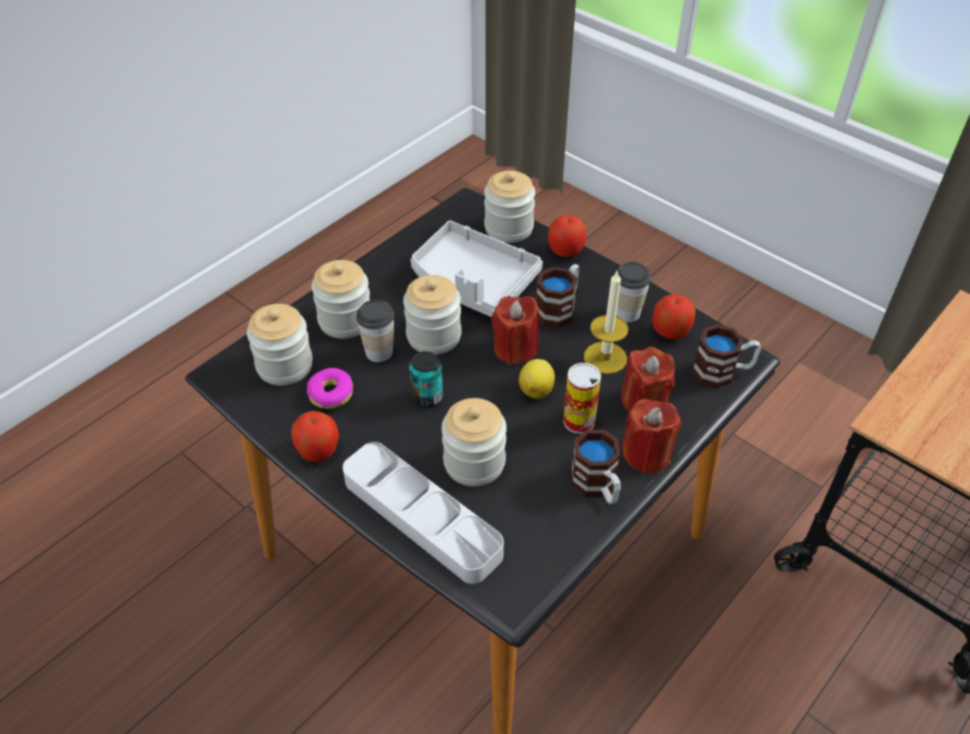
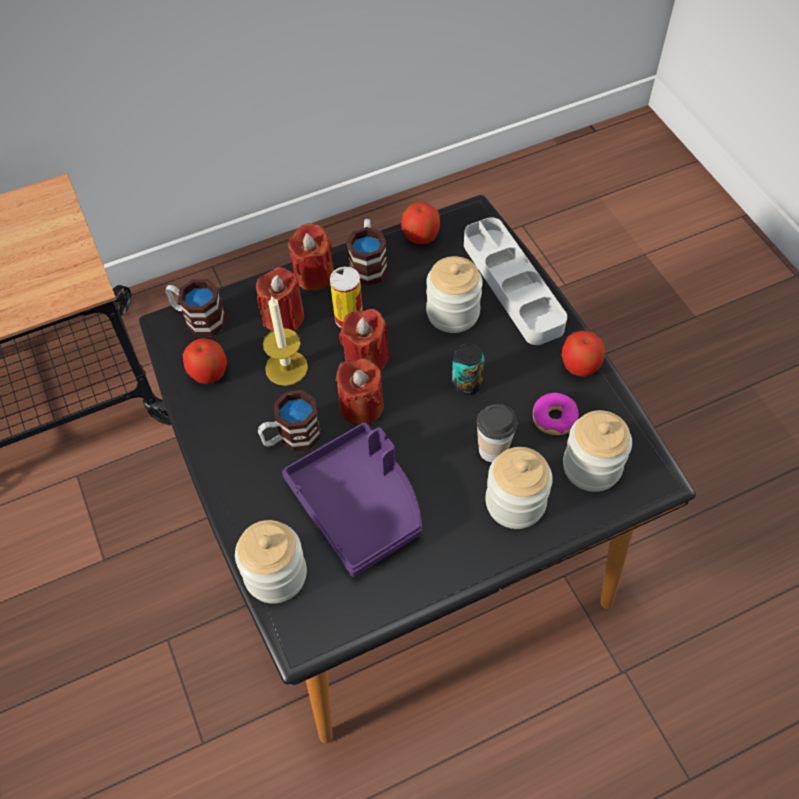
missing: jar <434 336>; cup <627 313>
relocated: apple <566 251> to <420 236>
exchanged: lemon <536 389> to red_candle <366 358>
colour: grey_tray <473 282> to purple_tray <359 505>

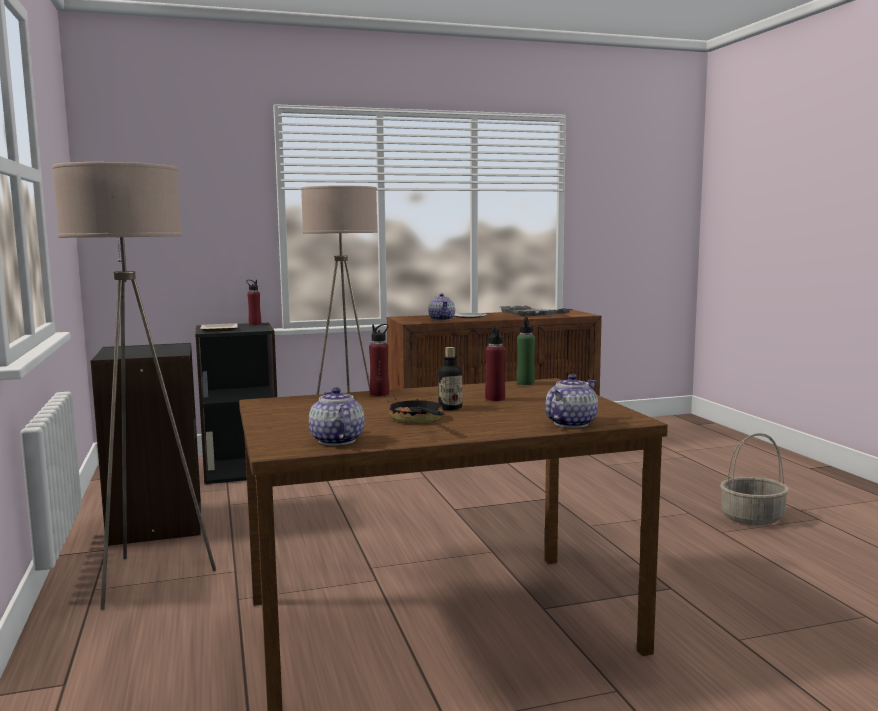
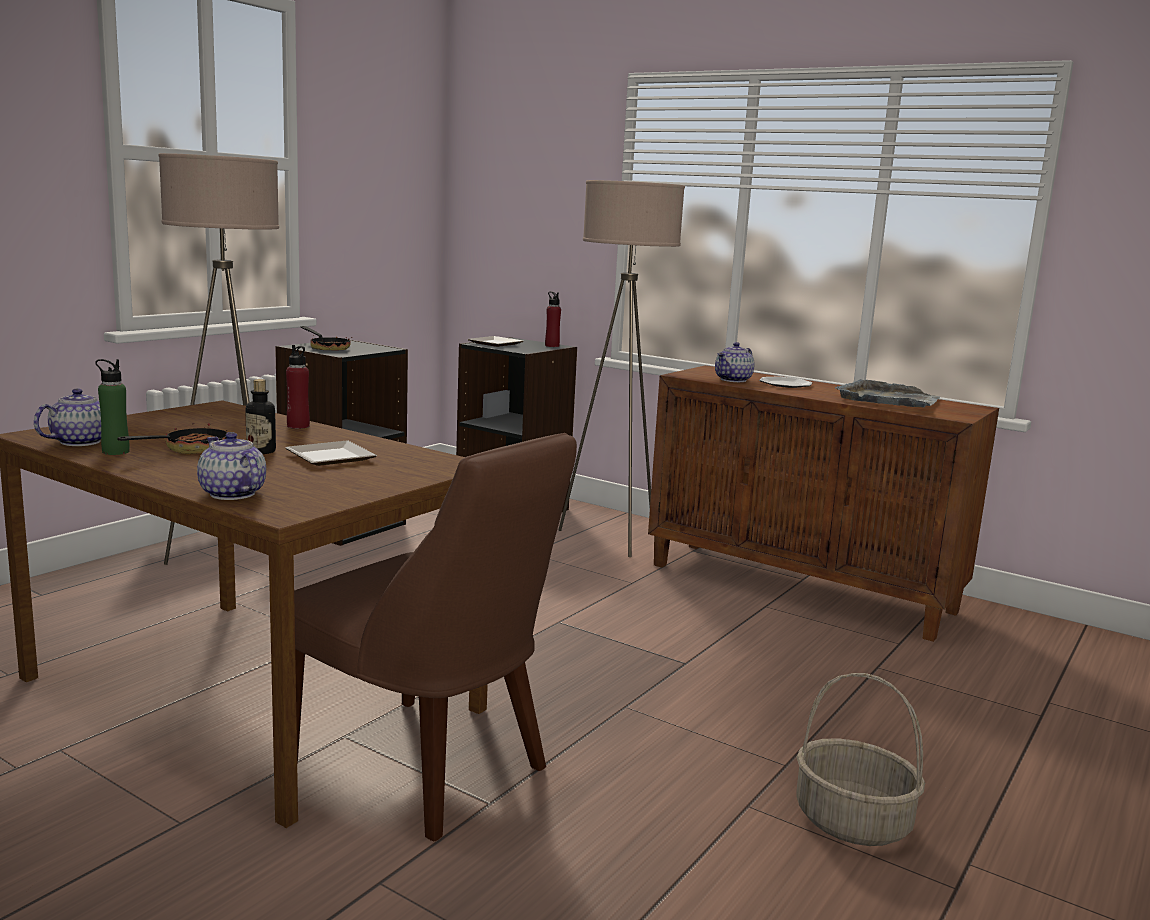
appeared: brown_chair <426 769>; frying_pan <327 348>
relocated: green_bottle <525 383> to <115 451>
exchanged: red_bottle <495 399> to plate <329 458>
spun: teapot <570 423> = <232 494> 135 degrees counterclockwise

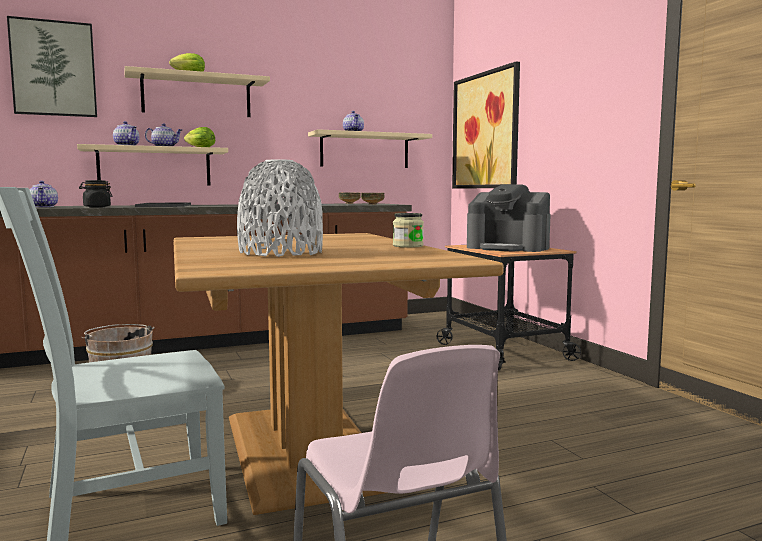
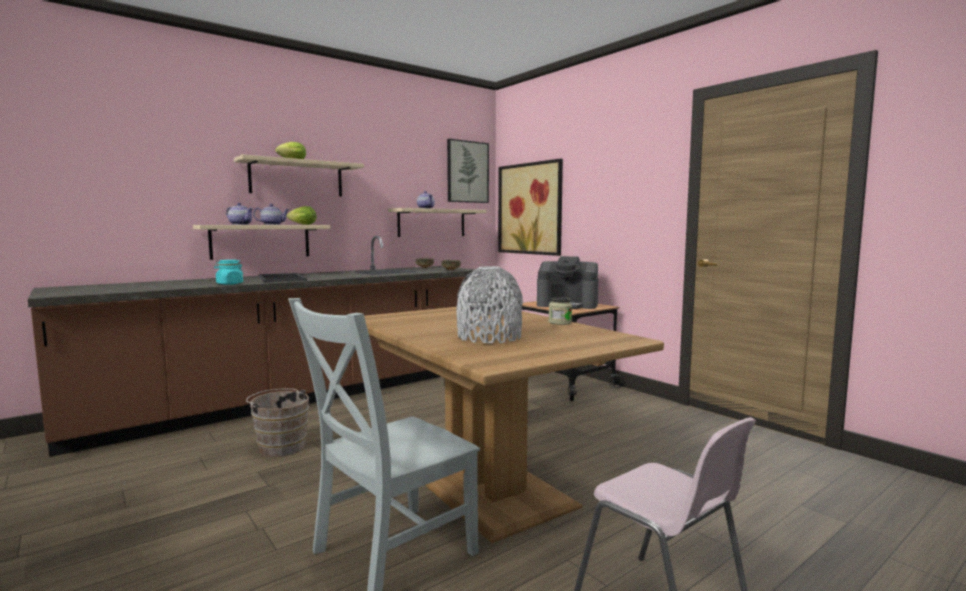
missing: teapot <44 207>
relocated: picture <54 68> to <467 172>
colour: black_jar <96 207> to turquoise_jar <229 284>

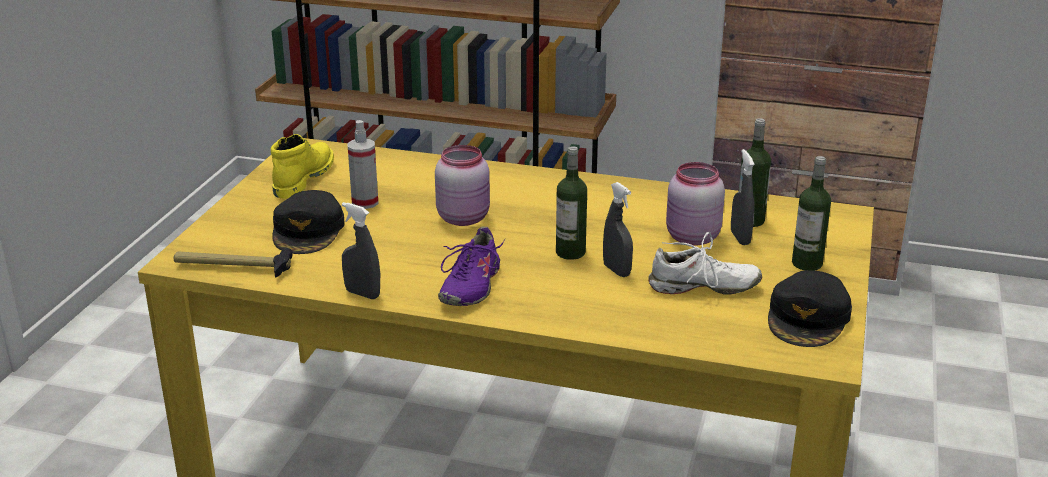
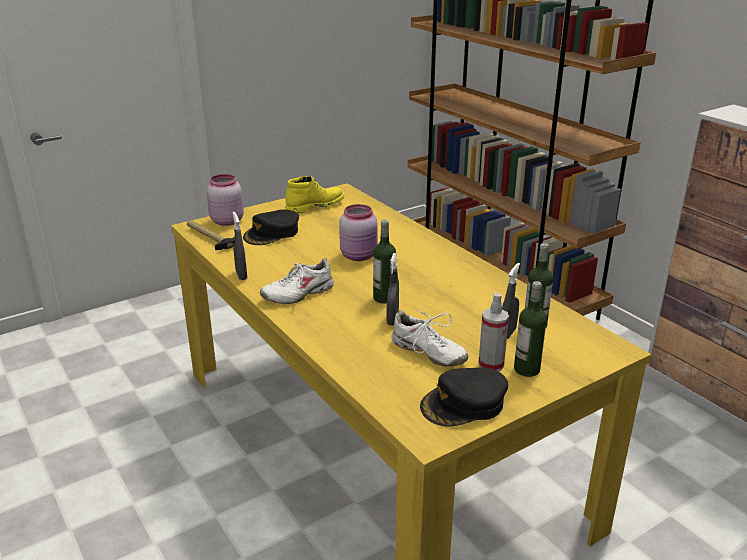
relocated: spray_bottle <365 202> to <491 365>; pink_jar <691 238> to <226 221>
colour: purple_shoe <470 286> to white_shoe <298 293>

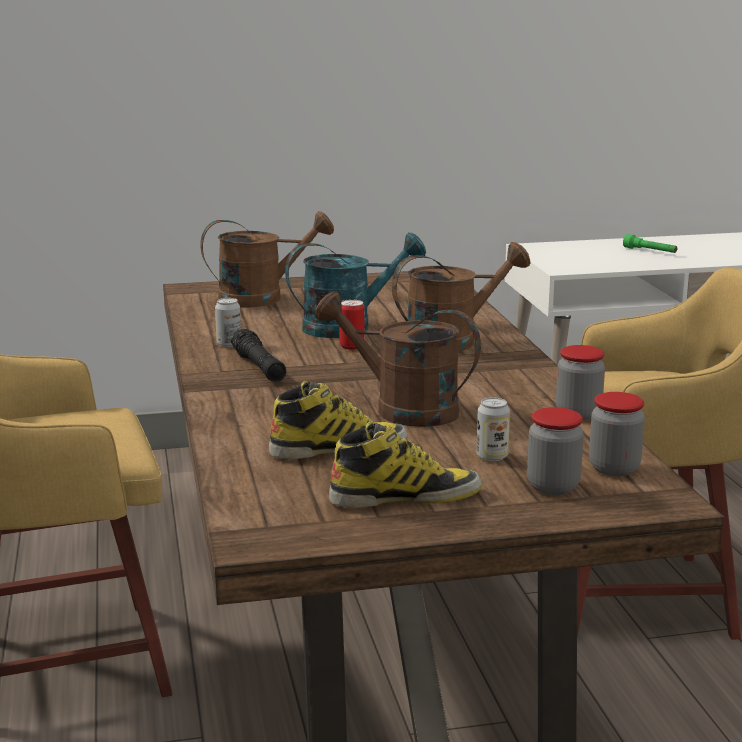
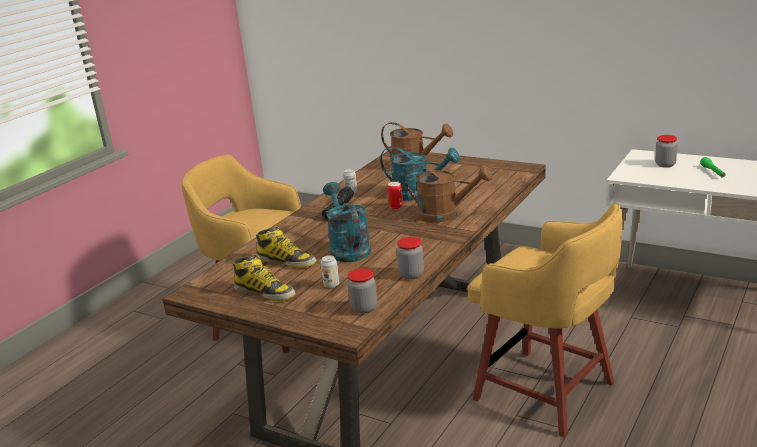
relocated: jar <553 486> to <665 164>
colour: brown_watering_can <402 409> to turquoise_watering_can <347 248>

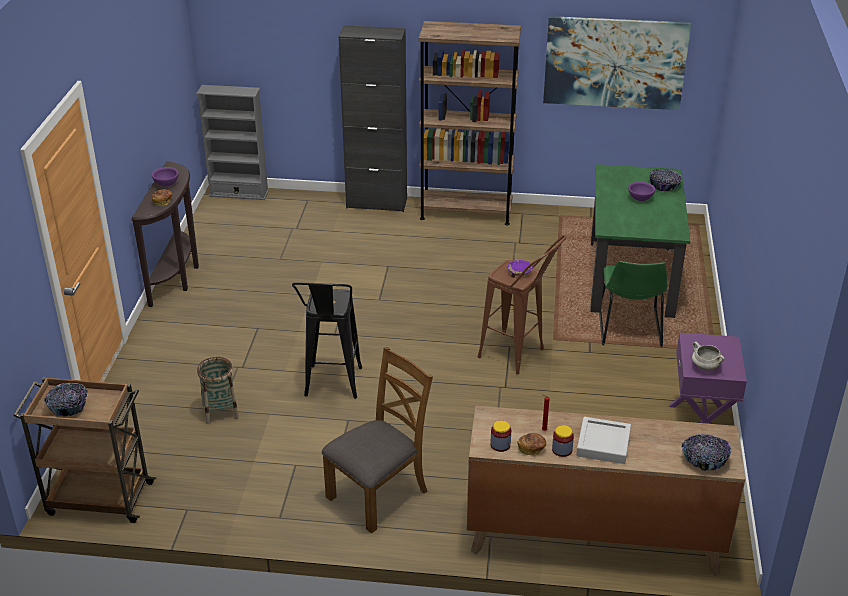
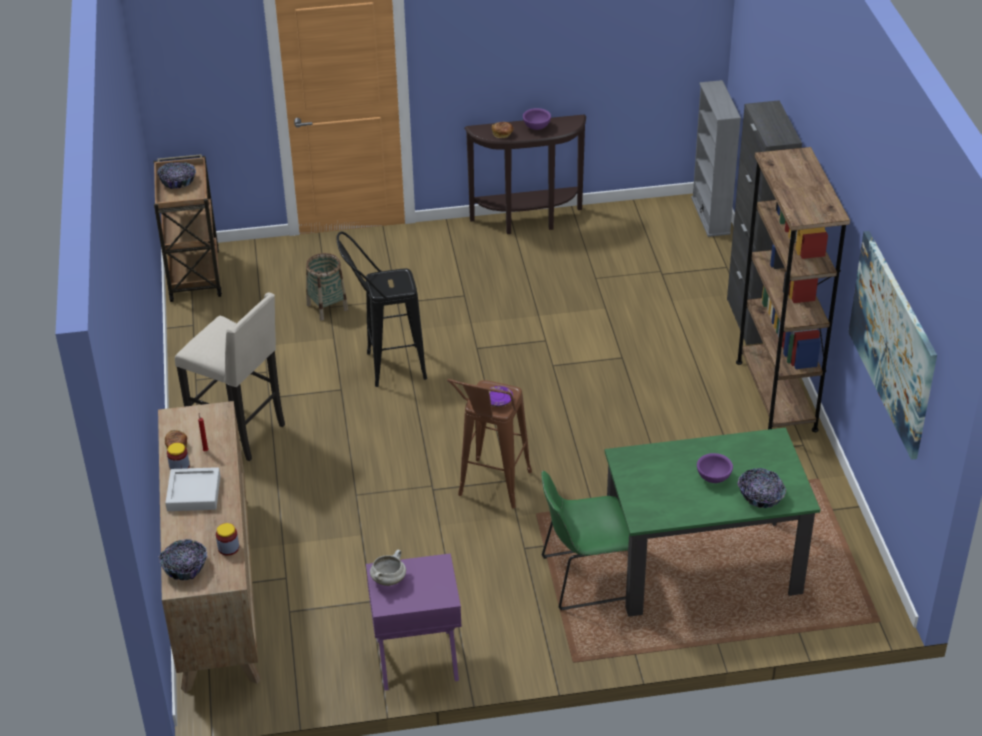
relocated: jar <500 445> to <228 548>
exchanged: brown_chair <378 494> to beige_stool <241 432>

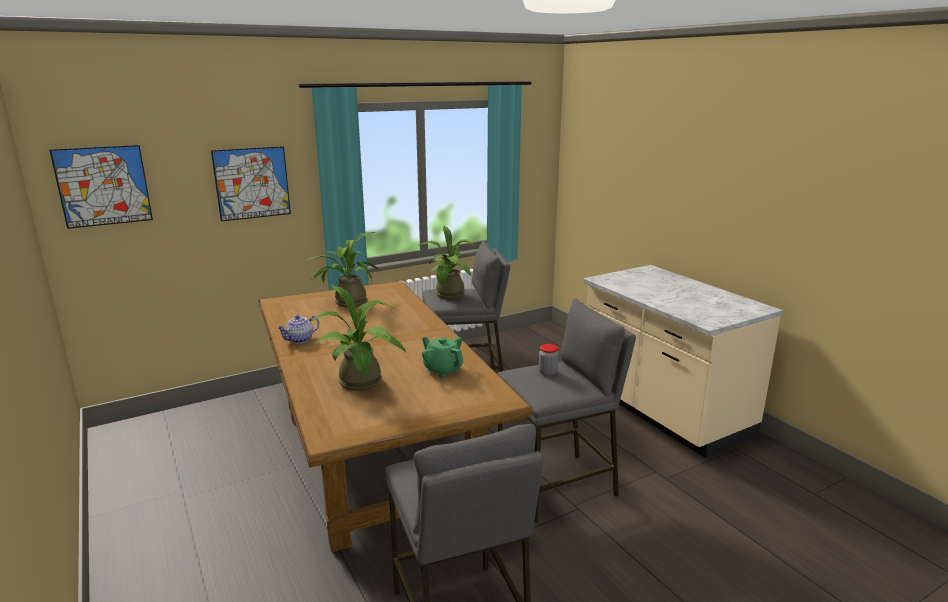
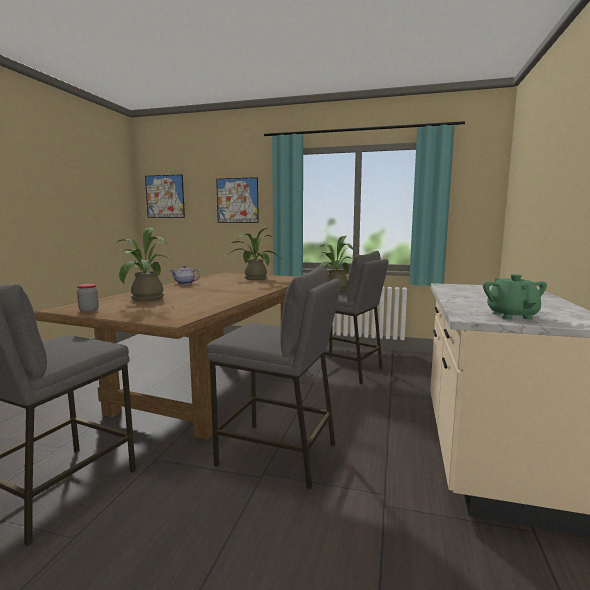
relocated: green_teapot <442 370> to <511 315>; jar <548 372> to <89 310>

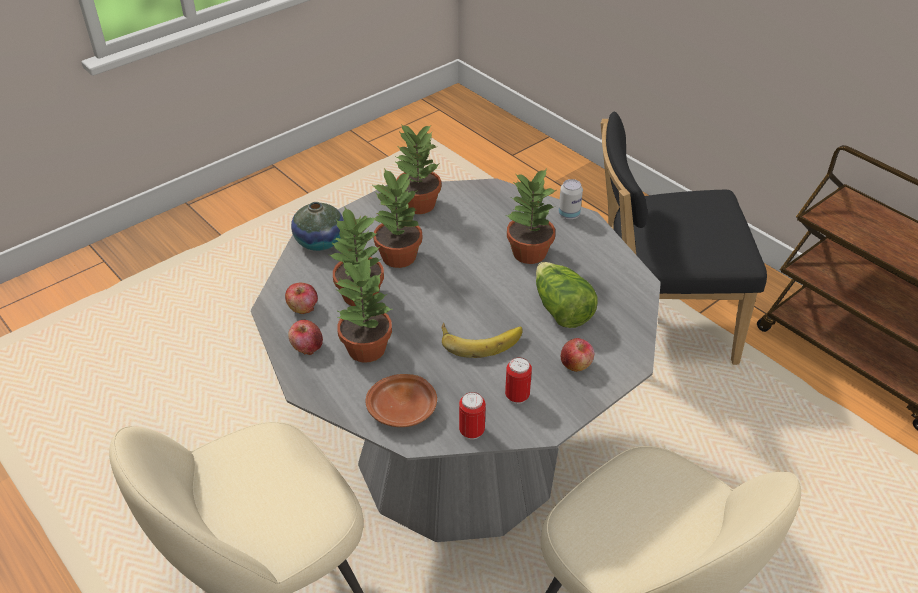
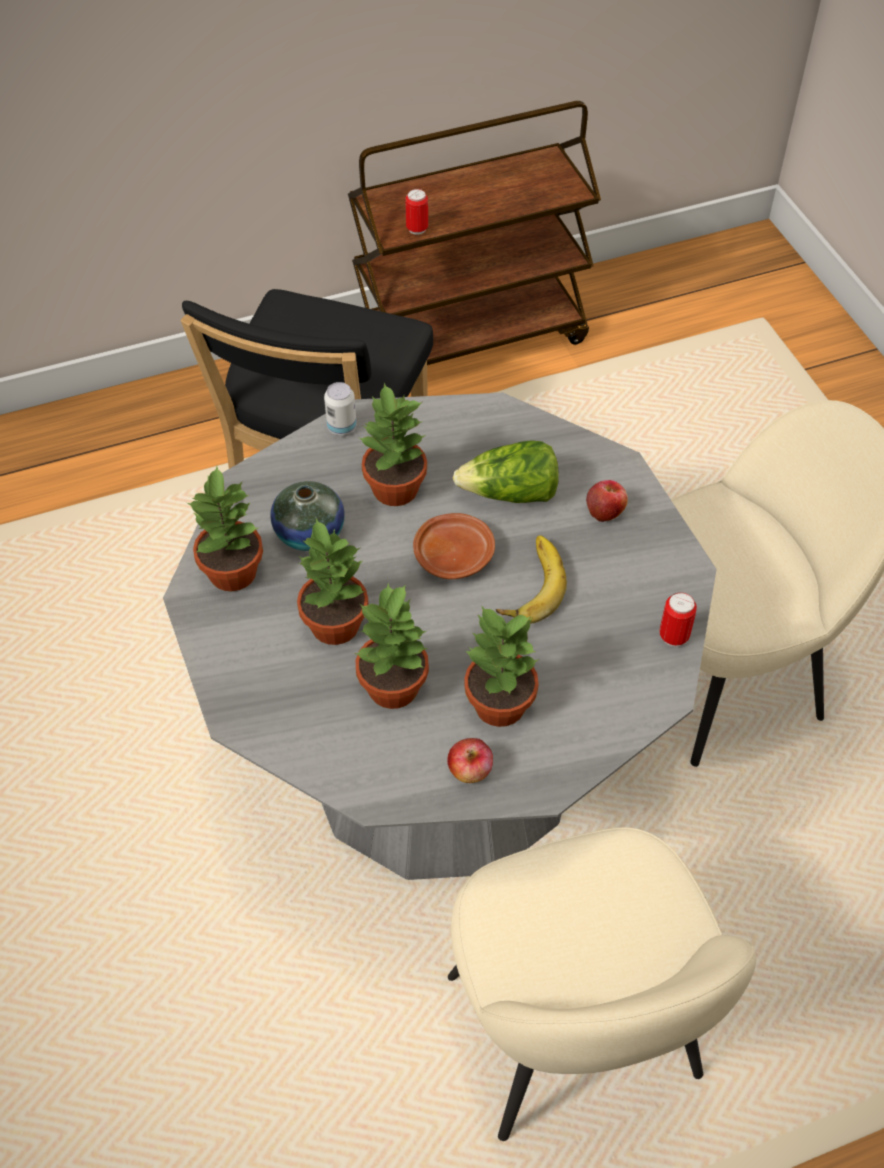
missing: apple <303 308>
relocated: vase <320 241> to <309 533>; brown_plate <403 409> to <454 554>; can <517 396> to <417 229>

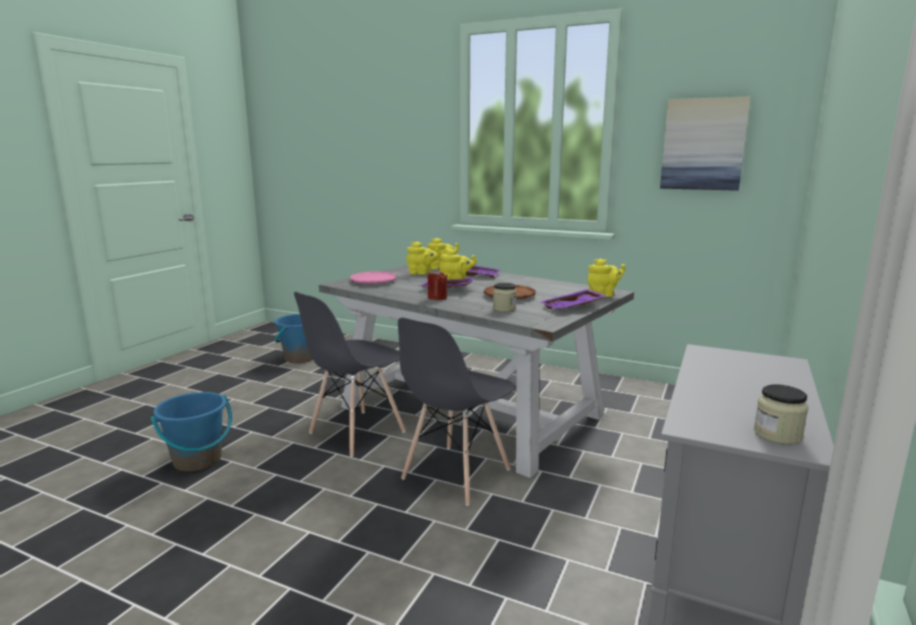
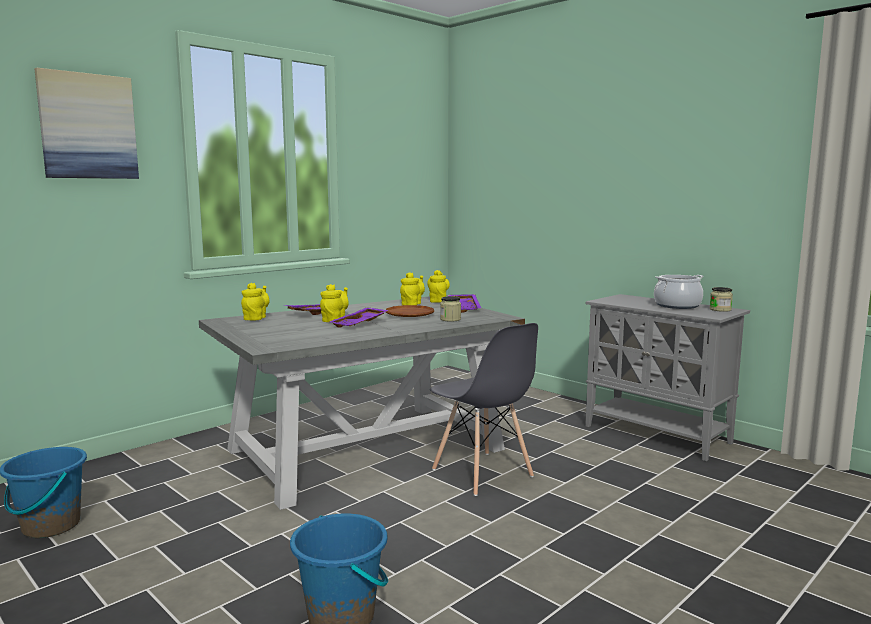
missing: grey_chair <356 433>; pink_plate <373 281>; red_candle <437 297>
appeared: cooking_pot <677 305>
relocated: yellow_teapot <422 273> to <412 304>; picture <703 144> to <88 126>

